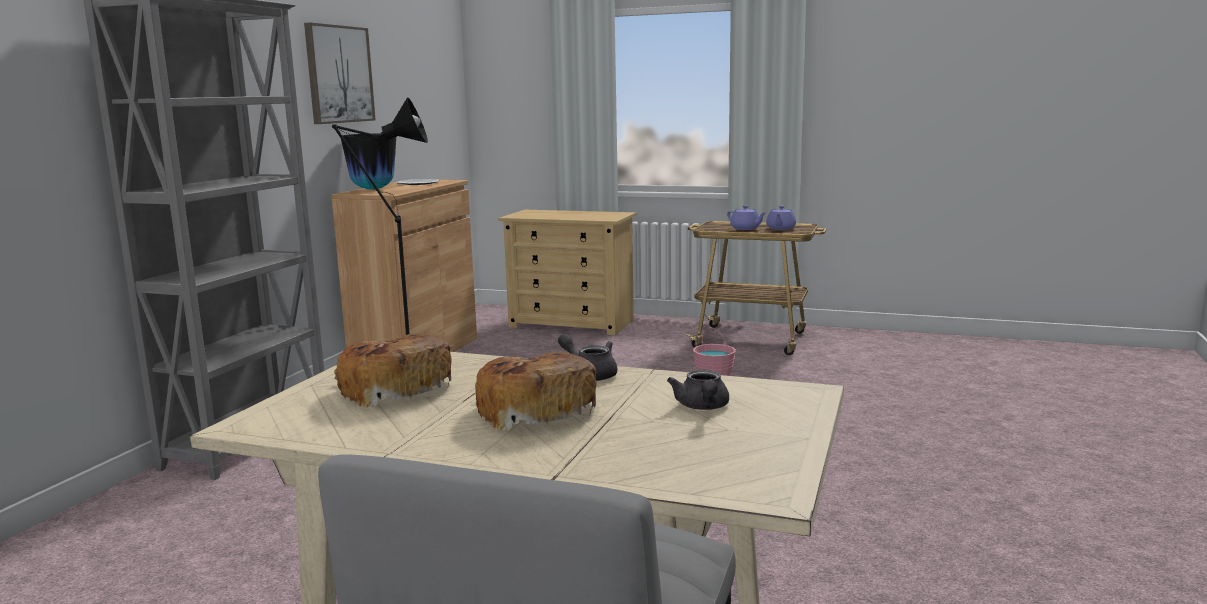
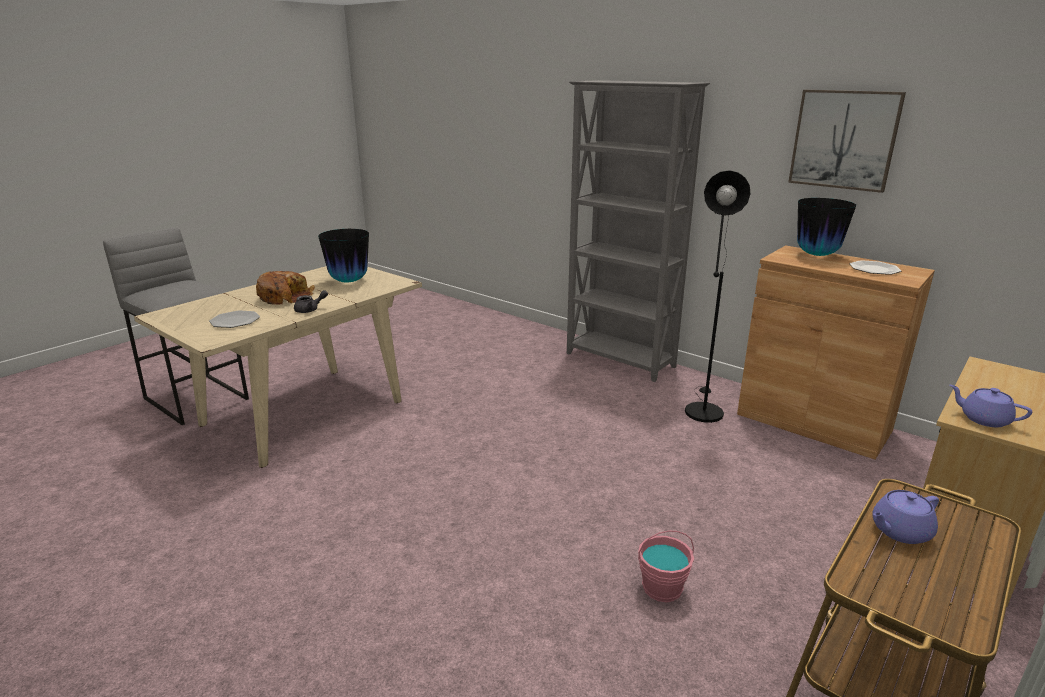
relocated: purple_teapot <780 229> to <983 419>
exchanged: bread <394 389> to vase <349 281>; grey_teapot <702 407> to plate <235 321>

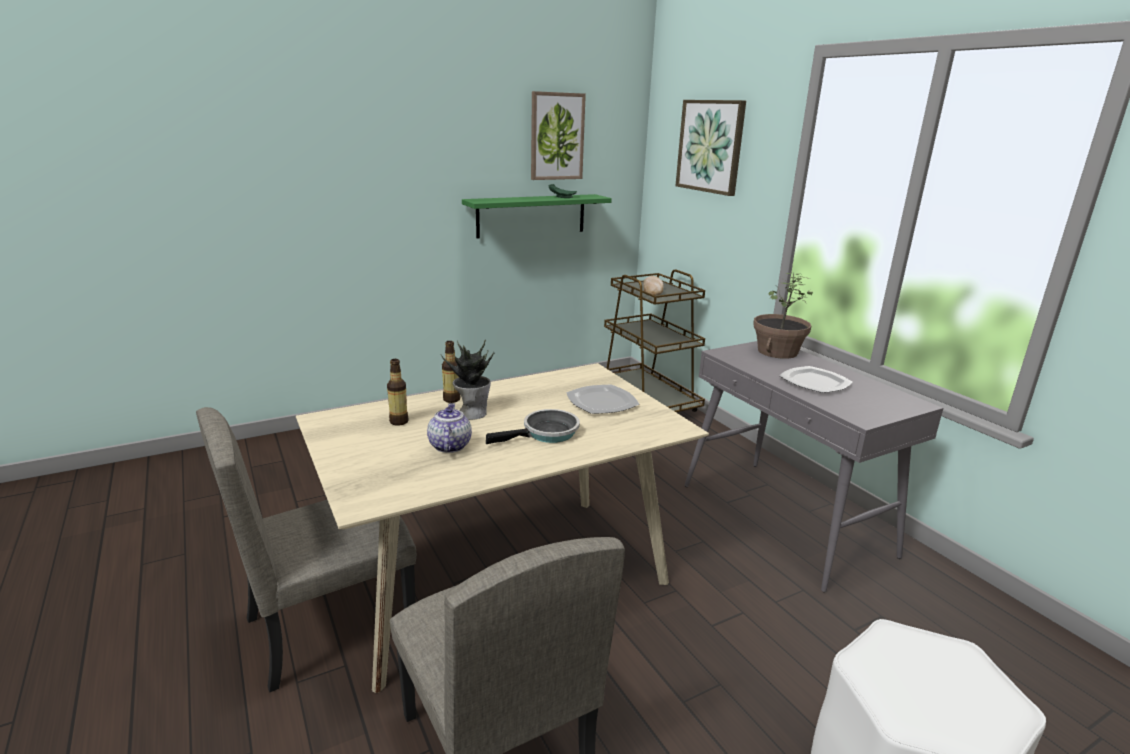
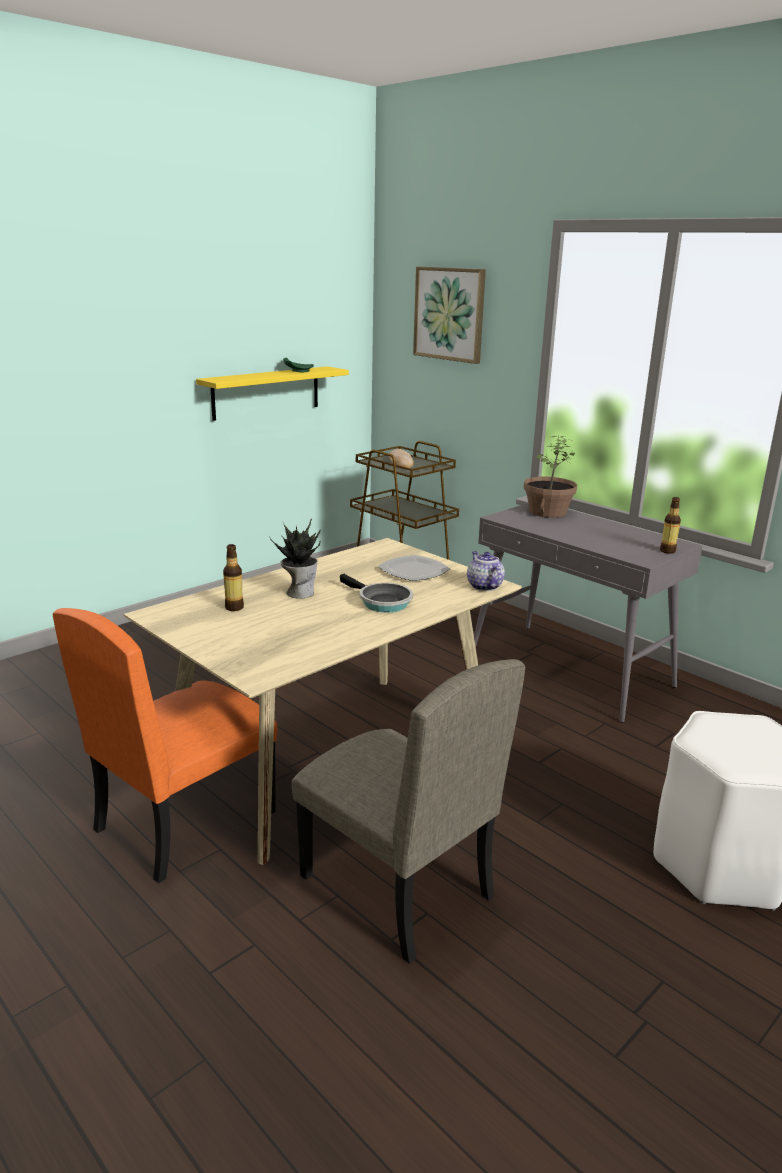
missing: picture <556 136>; plate <815 382>
relocated: teapot <449 445> to <483 586>; bottle <451 399> to <667 551>
colour: beige_chair <330 624> to orange_chair <184 820>; green_shelf <531 215> to yellow_shelf <266 392>
spun: frying_pan <546 433> = <381 602> 90 degrees clockwise

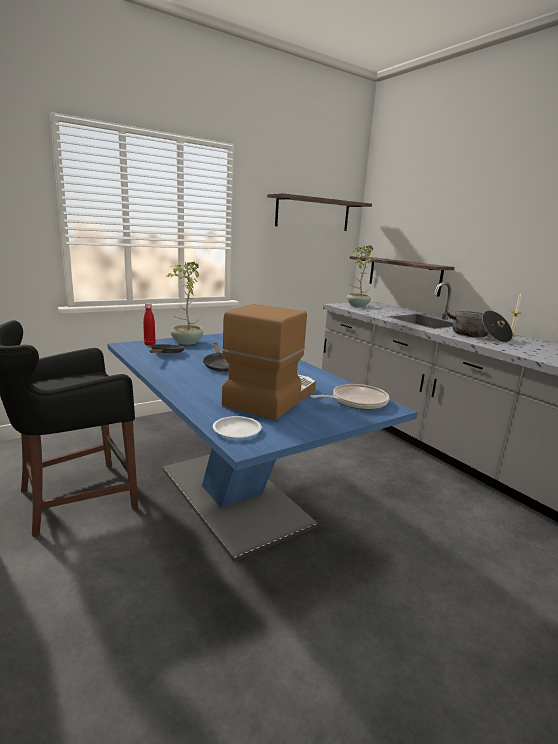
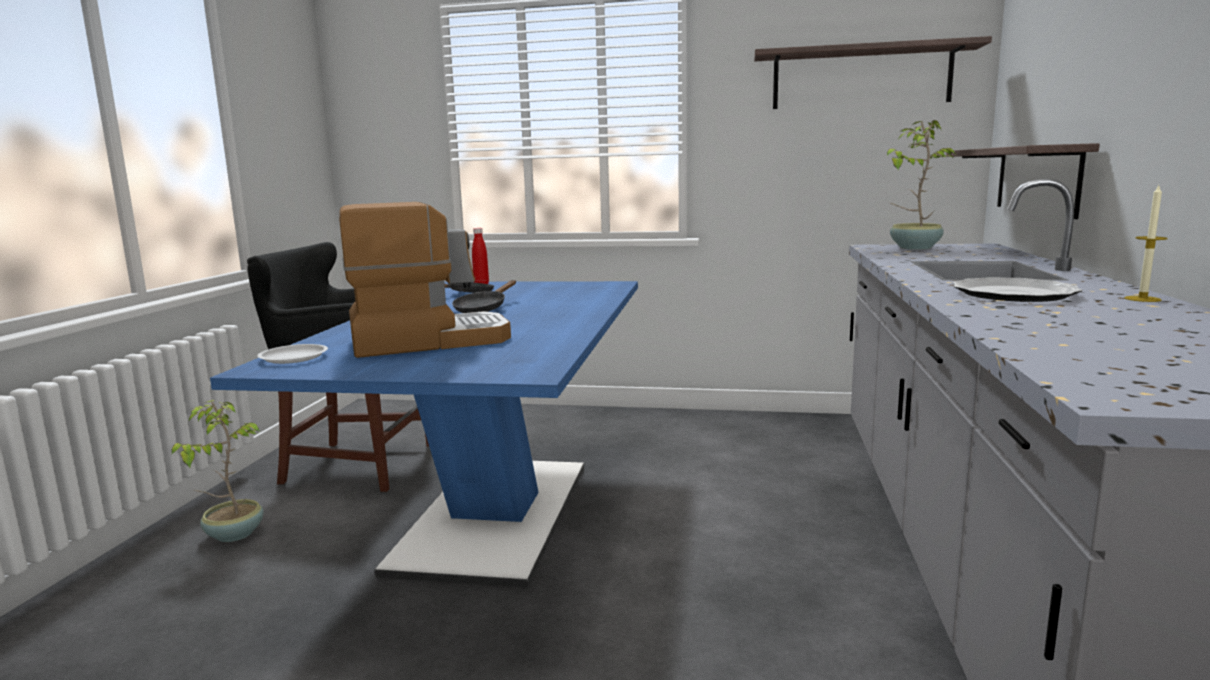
missing: frying_pan <356 401>
relocated: potted_plant <186 342> to <233 534>
exchanged: cooking_pot <478 336> to plate <1014 294>

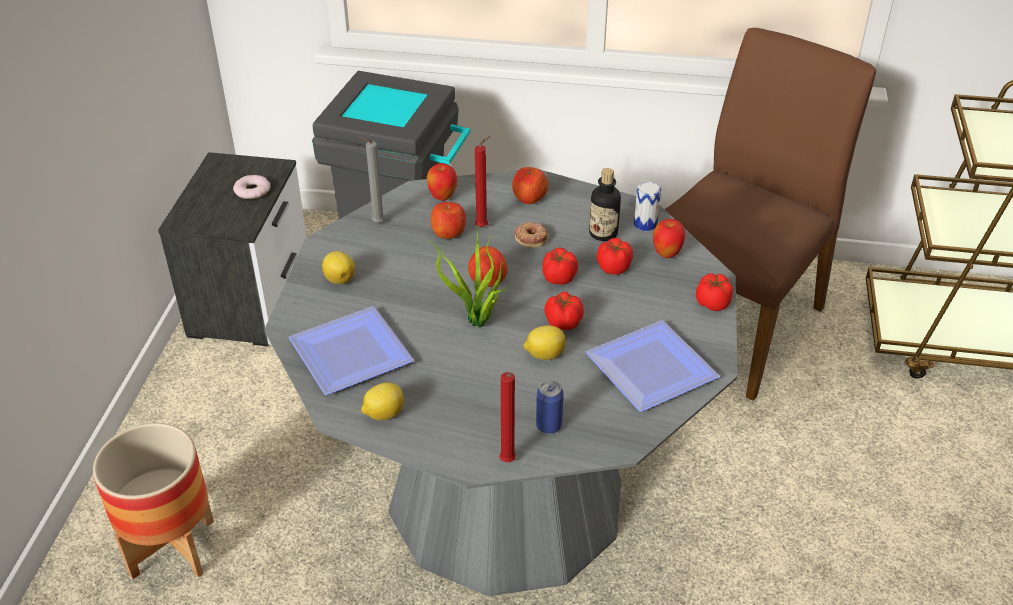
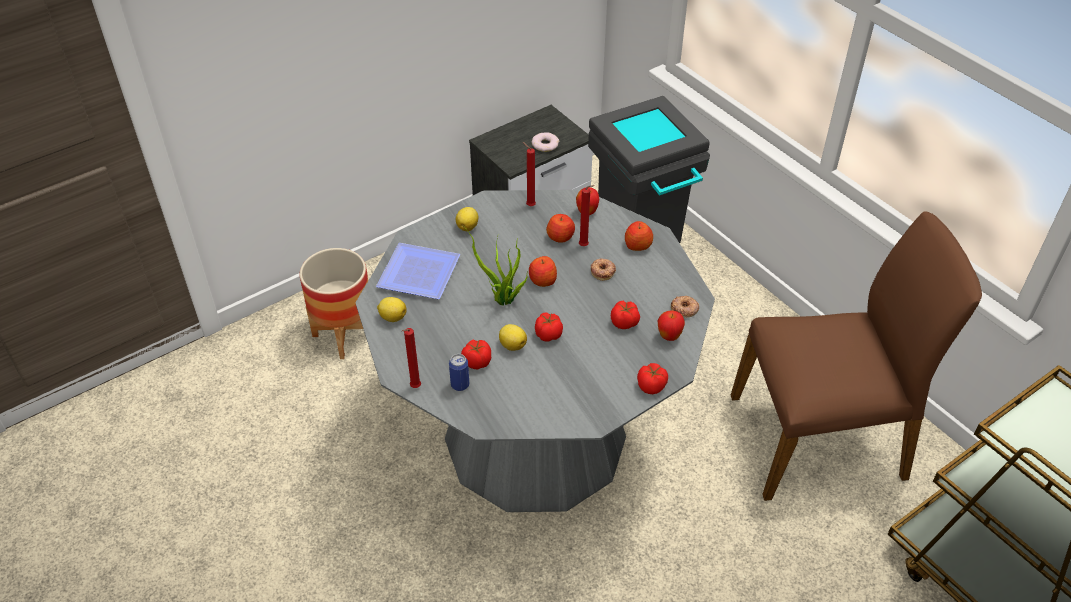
missing: plate <656 370>; bottle <603 233>
relocated: tomato <558 278> to <476 362>
exchanged: can <645 224> to donut <684 309>
colour: grey_candle <376 223> to red_candle <529 205>

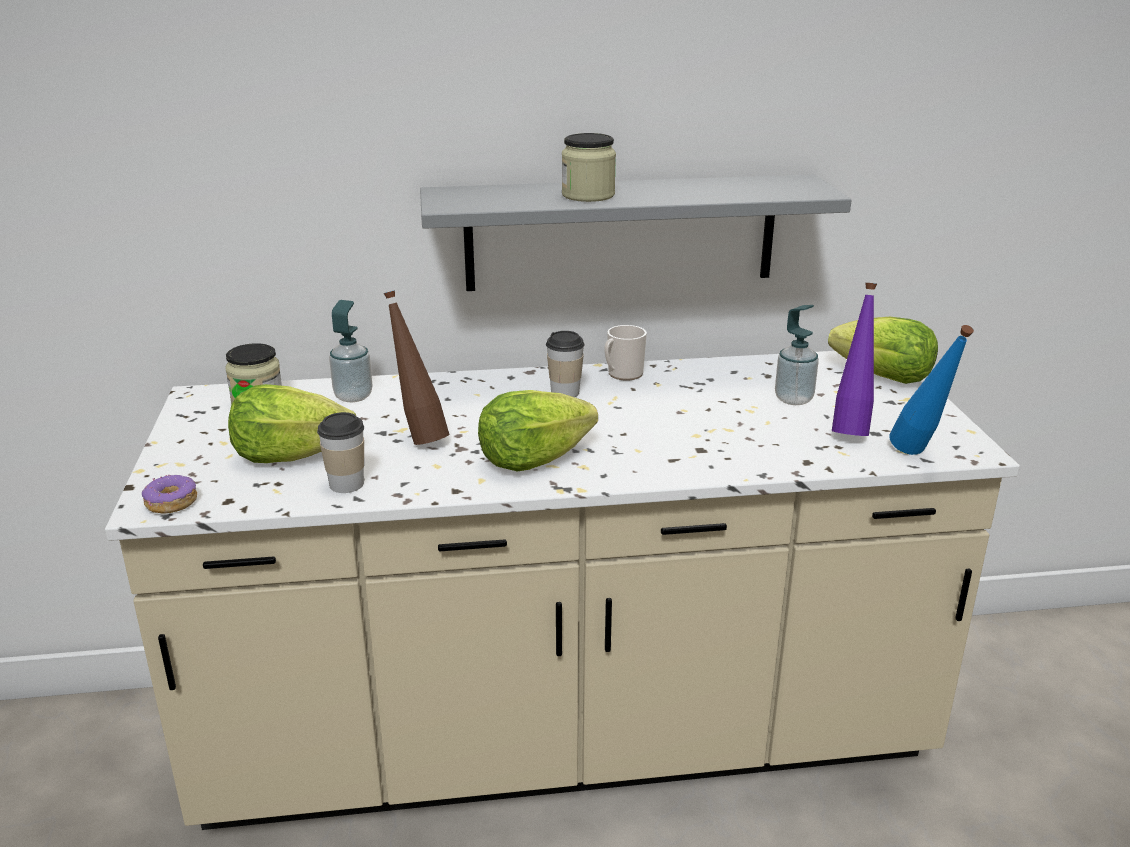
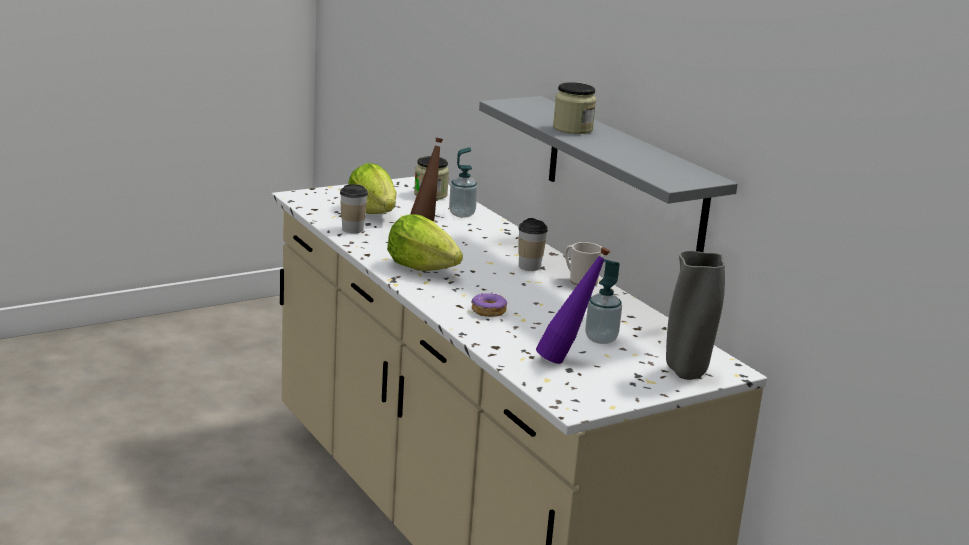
missing: blue_bottle <919 456>
relocated: donut <171 503> to <488 311>
exchanged: lettuce <883 377> to grey_vase <686 372>

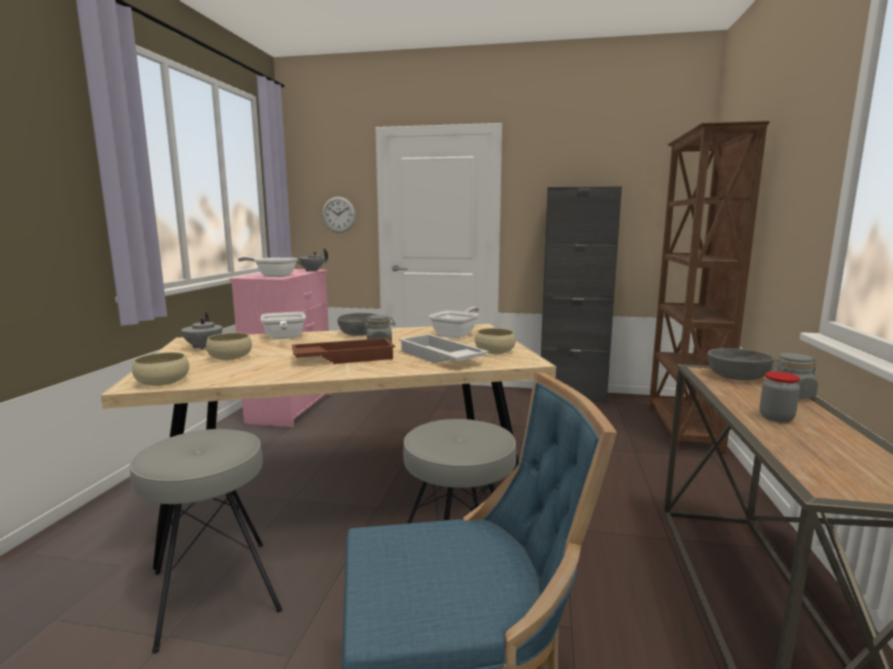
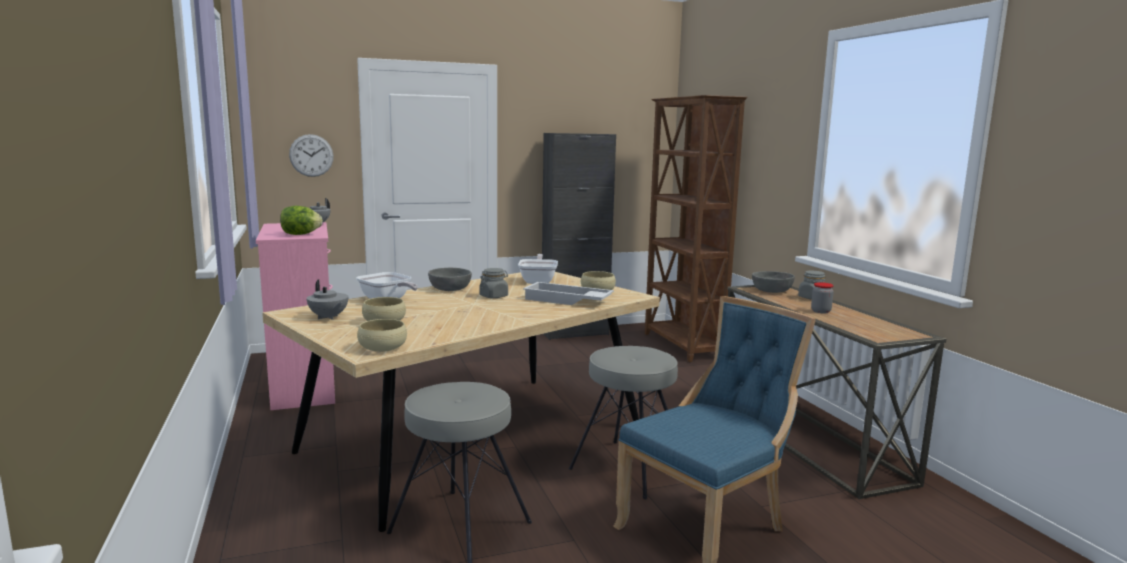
missing: brown_tray <344 358>
exchanged: frying_pan <273 276> to lettuce <300 234>

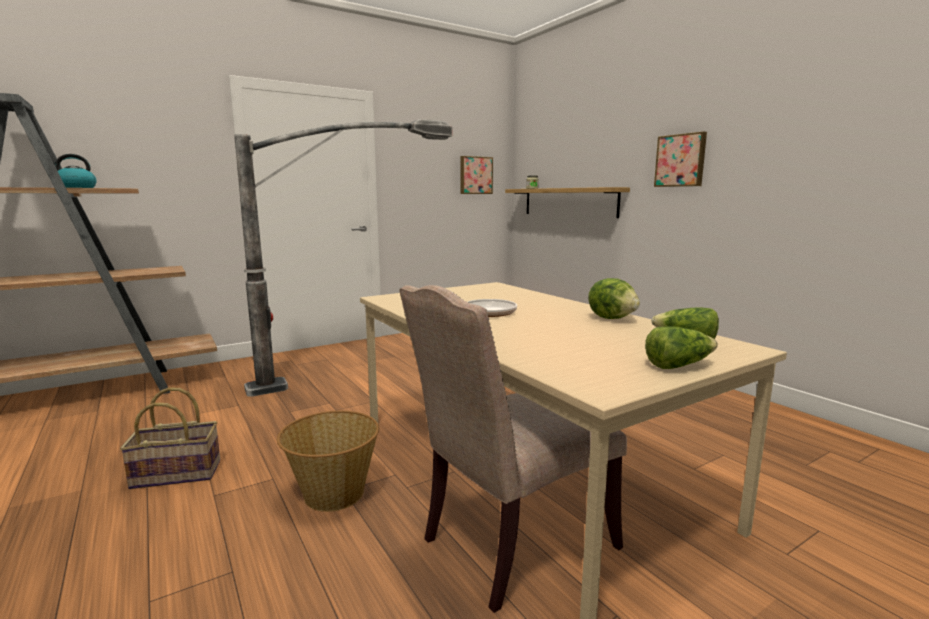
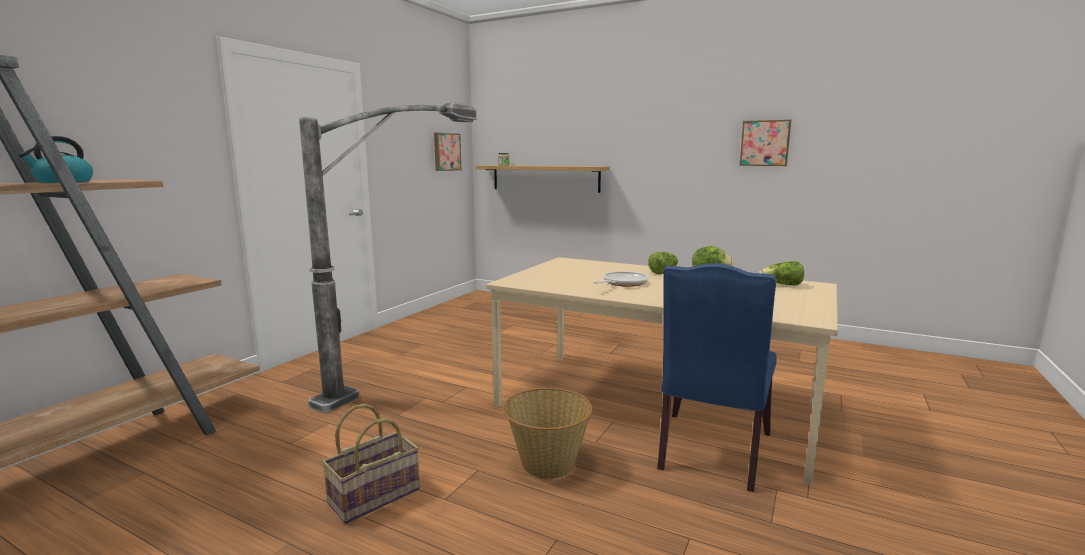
relocated: lettuce <678 365> to <663 272>; picture <681 160> to <765 143>
colour: beige_chair <511 544> to blue_chair <711 453>

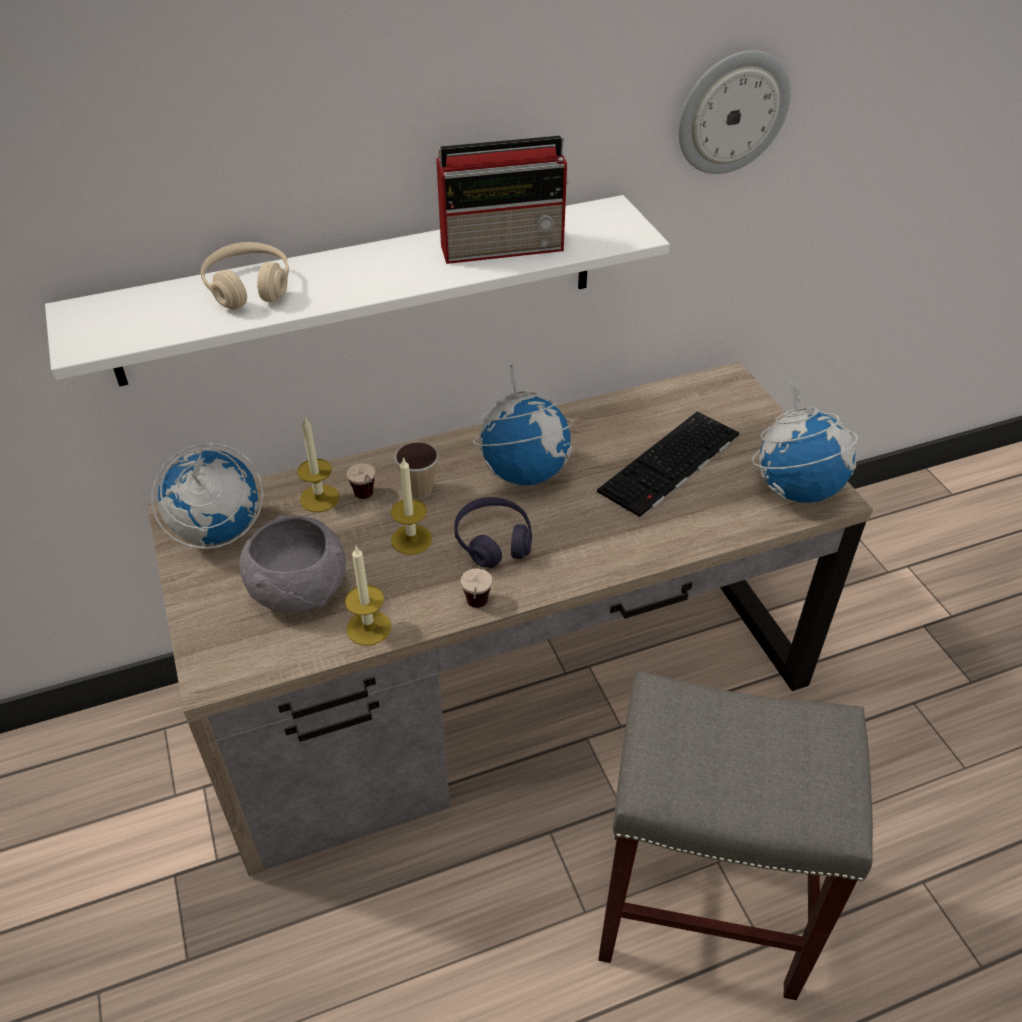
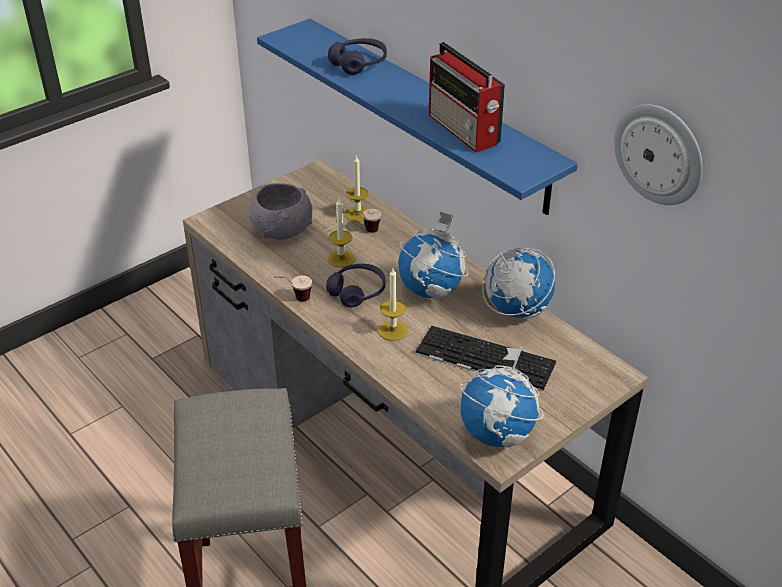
missing: cup <419 490>
relocated: globe <217 532> to <516 310>; candle <368 628> to <393 330>
colour: white_shelf <360 290> to blue_shelf <428 113>; beige_headphones <249 288> to purple_headphones <359 63>

